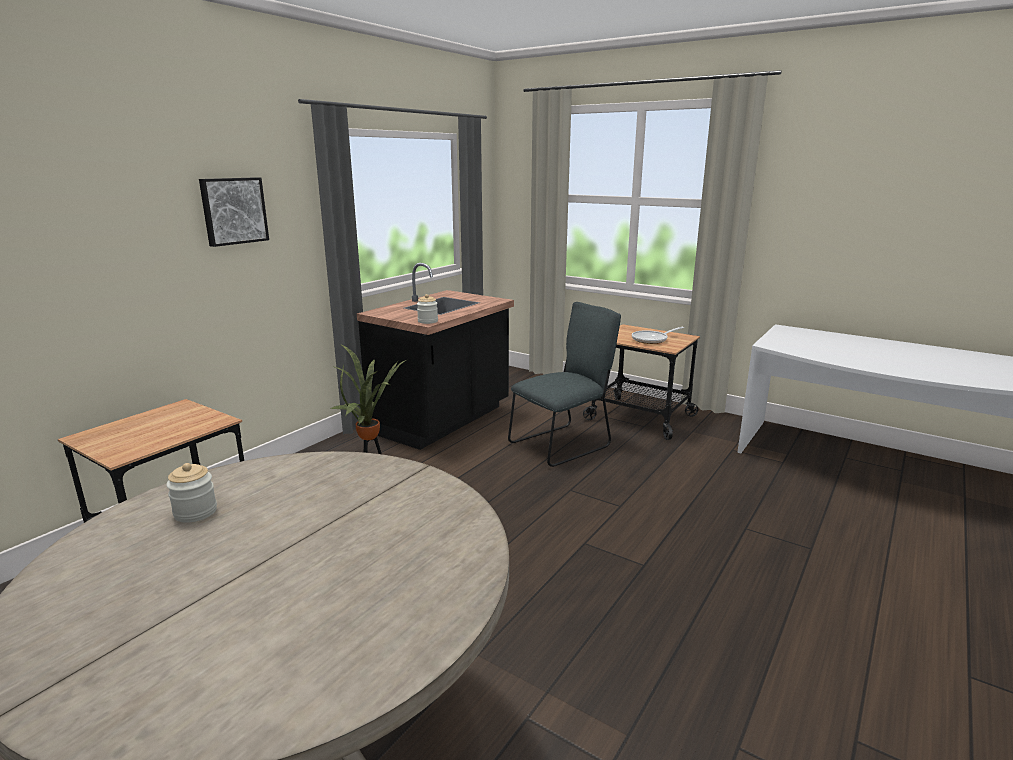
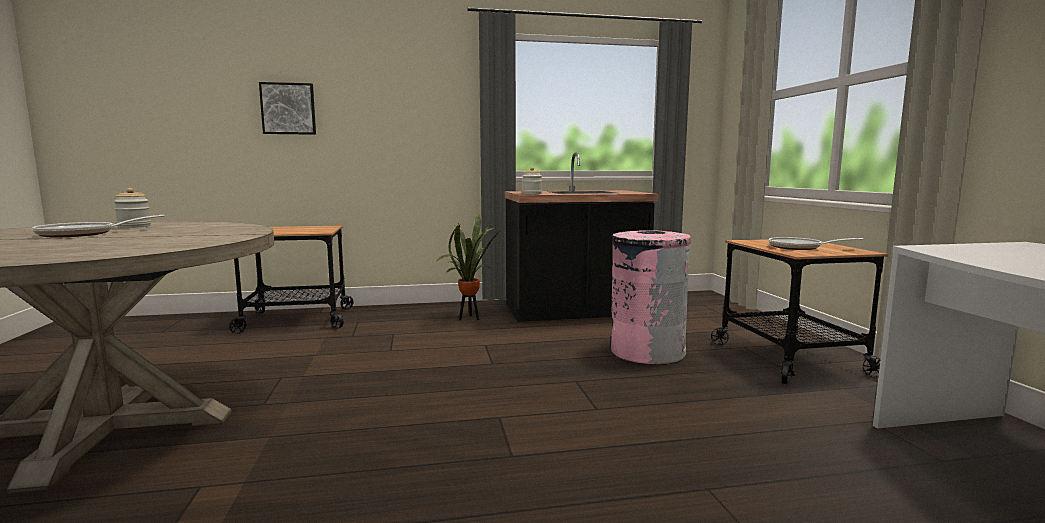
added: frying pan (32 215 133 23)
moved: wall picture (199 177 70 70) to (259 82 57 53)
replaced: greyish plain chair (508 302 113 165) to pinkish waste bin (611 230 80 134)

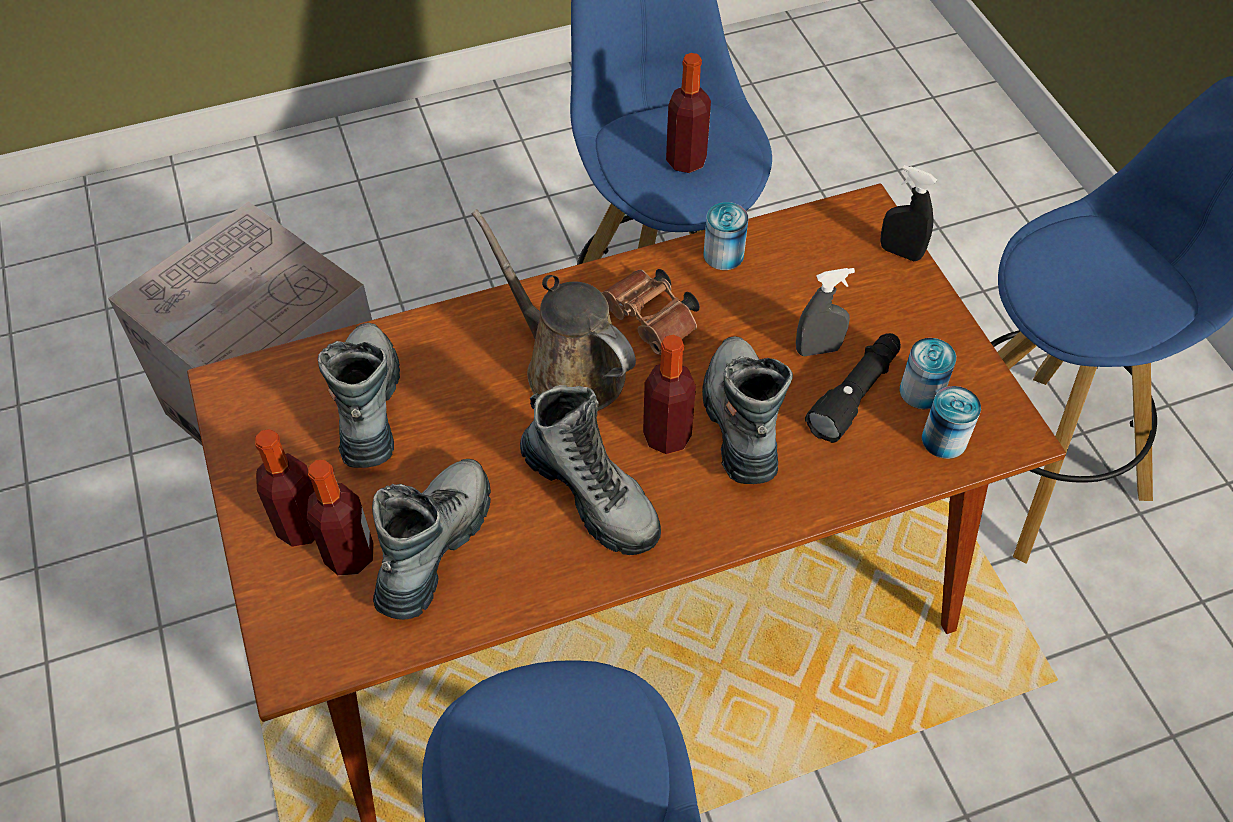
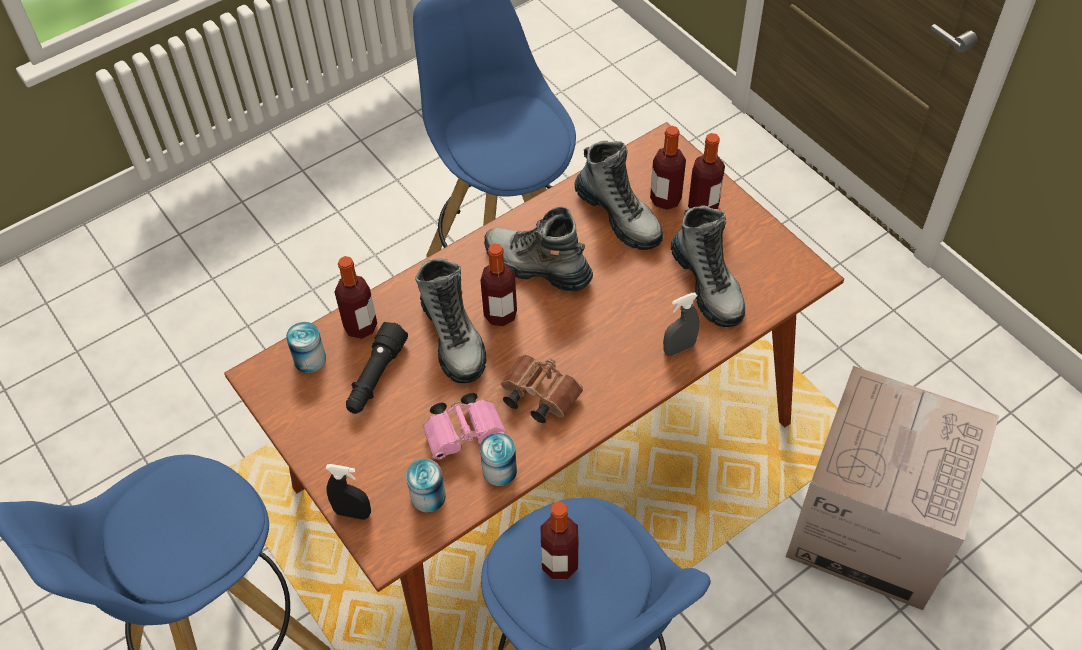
removed: brown watering can (471 209 165 202)
added: drink bottle (335 256 42 83); pinkish field glasses (423 393 84 67)
moved: greyish sprayer (796 268 59 88) to (663 293 36 63); metal can (900 338 56 71) to (406 459 40 54)
turned: boot (372 459 119 161) = (575 141 88 109) 45 degrees counterclockwise

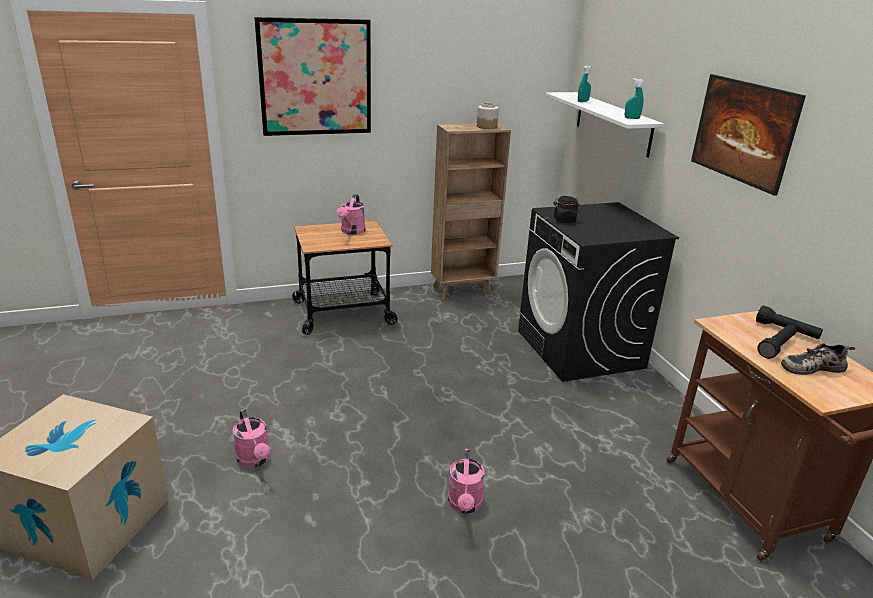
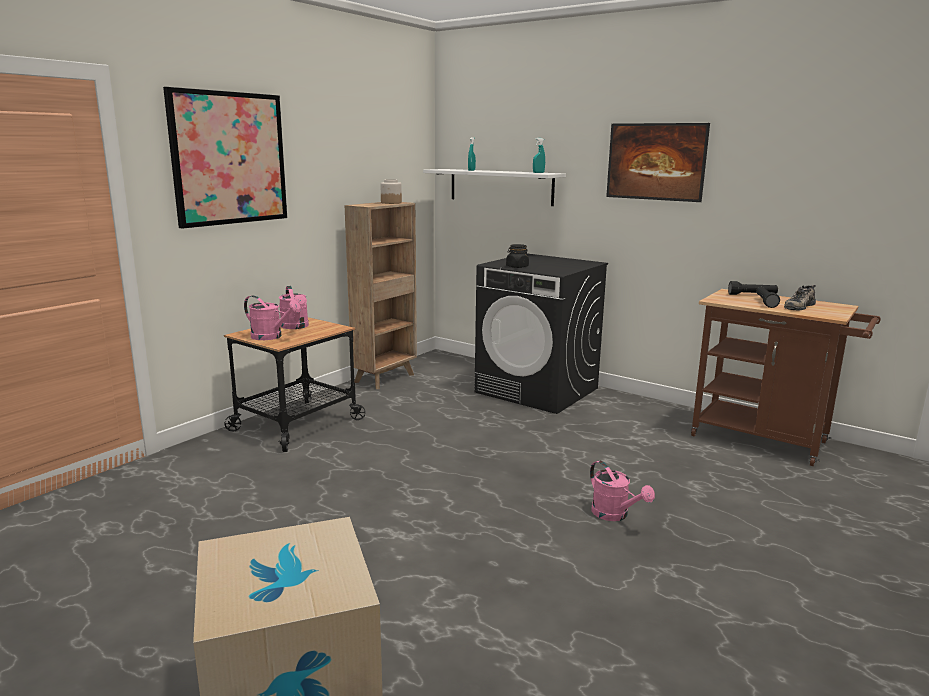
moved: pinkish watering can (233 409 37 59) to (244 295 57 45)

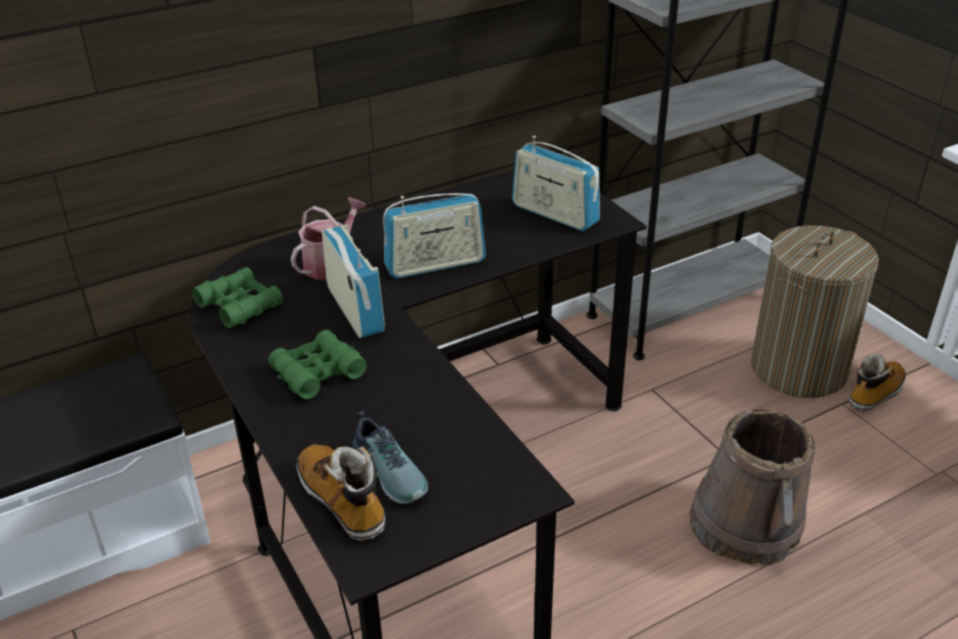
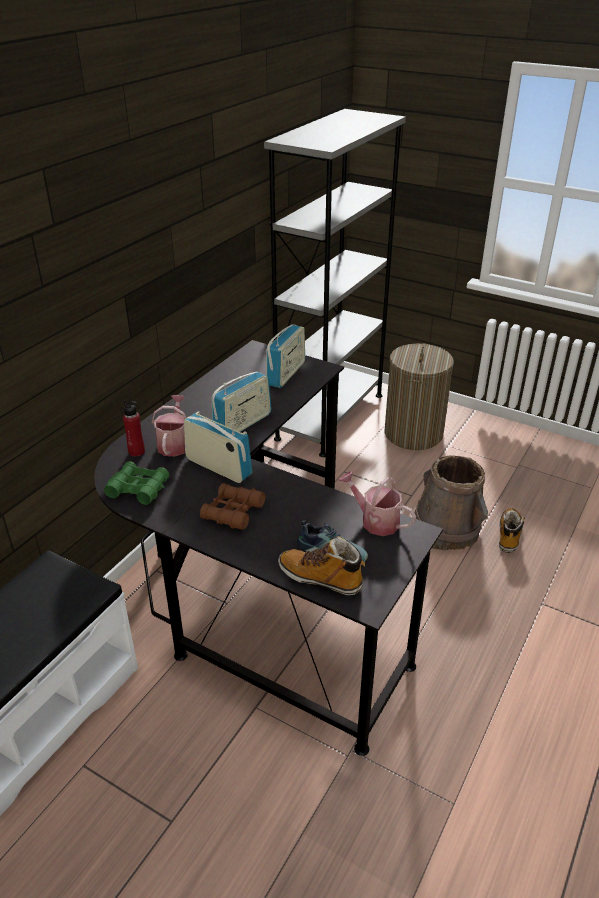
added: reddish drink bottle (123 400 22 57); watering can (338 471 78 65)
moved: boot (849 354 57 58) to (499 509 26 44)
recoloured: green field glasses (268 330 99 69) to brown field glasses (200 483 65 47)
turned: radio set (512 136 88 95) = (266 324 39 64) 75 degrees counterclockwise

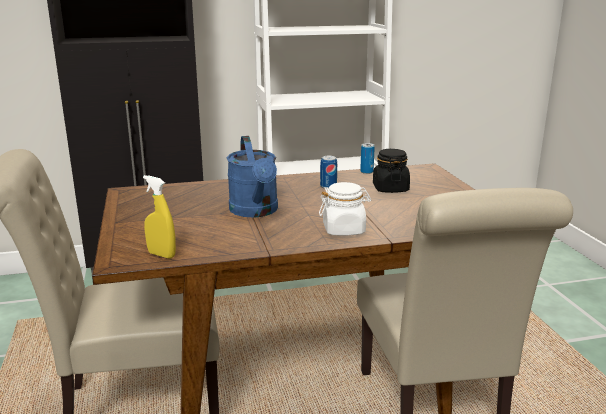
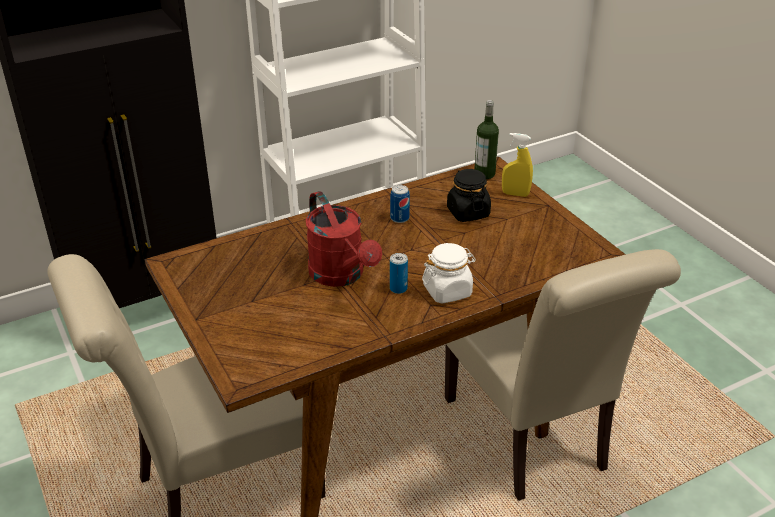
added: drink bottle (474 100 25 79)
moved: metal can (360 143 15 31) to (390 253 18 41); yellow-coloured sprayer (143 175 33 84) to (502 133 31 64)
recoloured: bluish watering can (227 136 51 81) to reddish watering can (306 191 76 96)

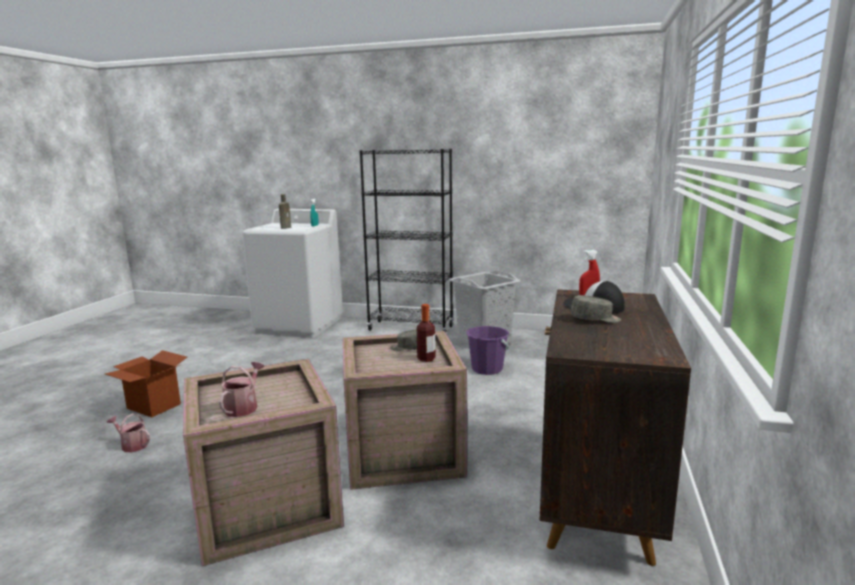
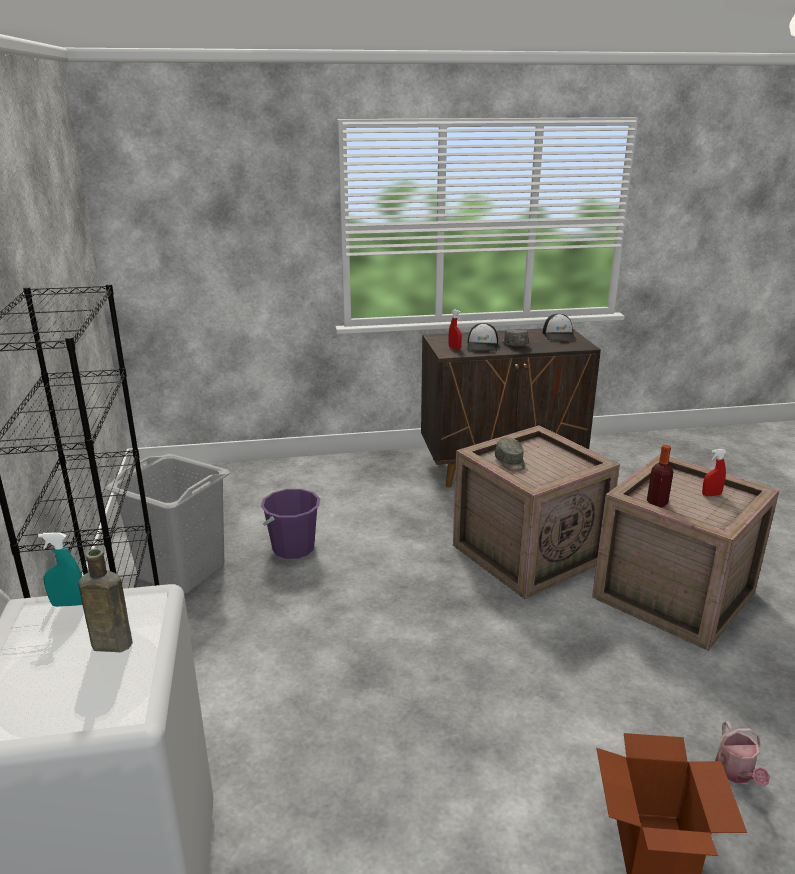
added: cap (543 314 33 26)
moved: drink bottle (417 304 19 58) to (647 445 26 62)
replaced: watering can (219 362 45 55) to reddish sprayer (702 449 25 47)

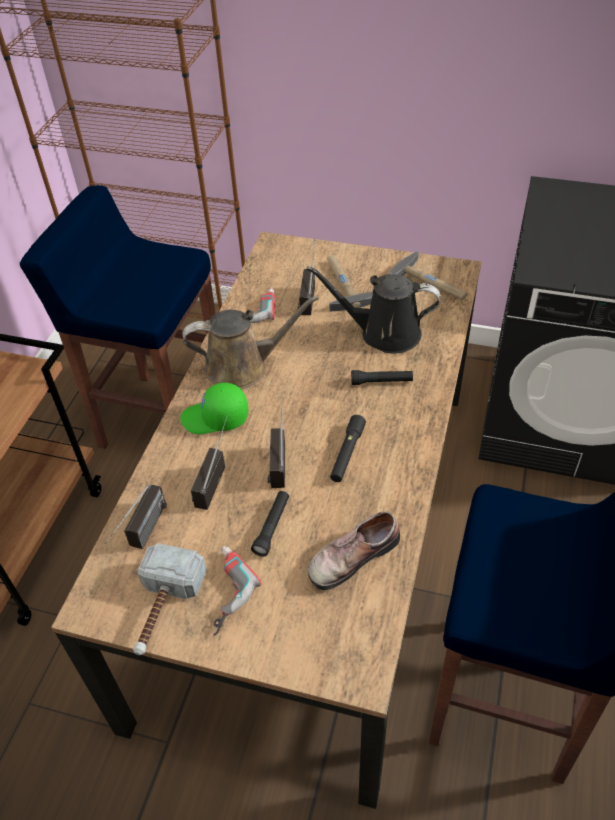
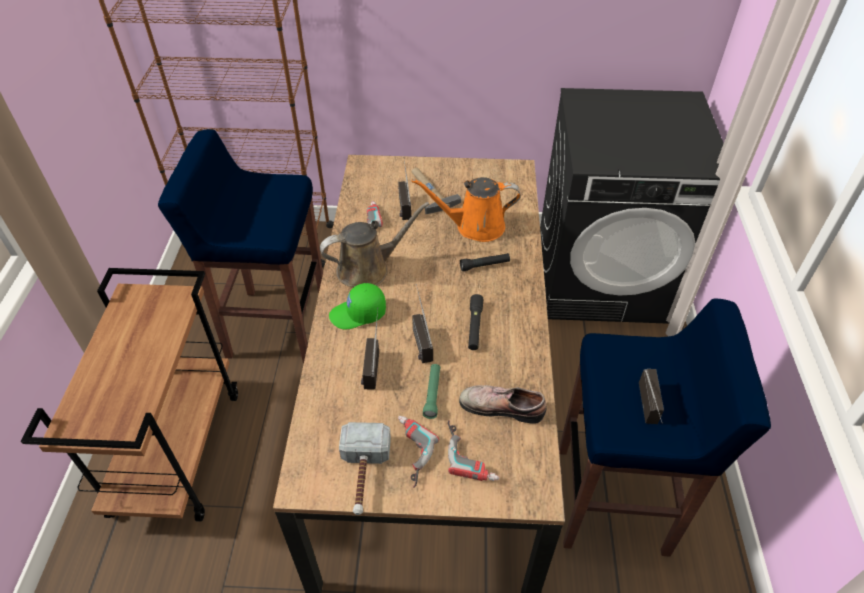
removed: tool hammer (388 251 80 49)
added: drill (448 420 52 61)
moved: radio set (105 484 62 65) to (639 369 25 55)
recoloured: black-coloured watering can (306 266 135 88) to orange-coloured watering can (412 177 109 65); black-coloured hand torch (251 491 38 66) to green hand torch (423 364 17 55)
turned: shoe (308 511 92 79) = (459 385 87 38) 60 degrees clockwise

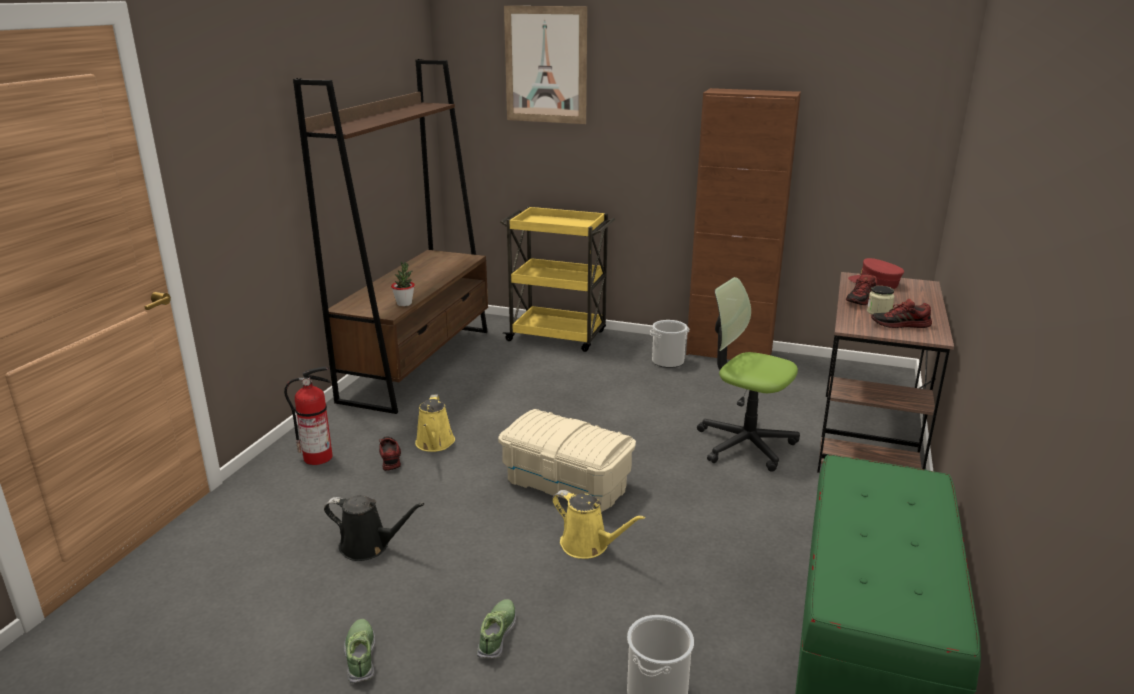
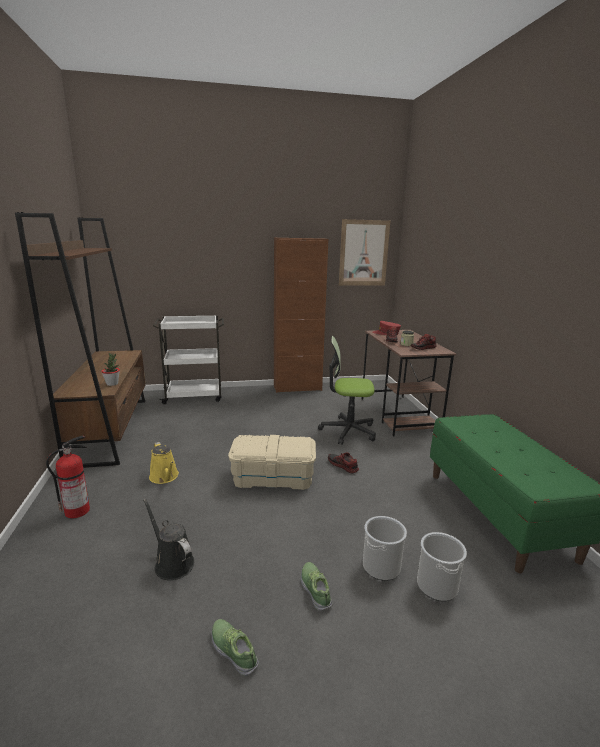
removed: yellow-coloured watering can (552 490 93 69)
moved: wall picture (504 6 83 118) to (339 219 51 67); water bucket (650 320 39 48) to (363 516 44 65); shoe (379 436 22 35) to (328 452 31 21)
recoloured: yellow-coloured wheeled cart (500 206 115 146) to whitish wheeled cart (153 315 71 89)
turned: black-coloured watering can (324 495 100 66) = (143 499 51 81) 120 degrees counterclockwise

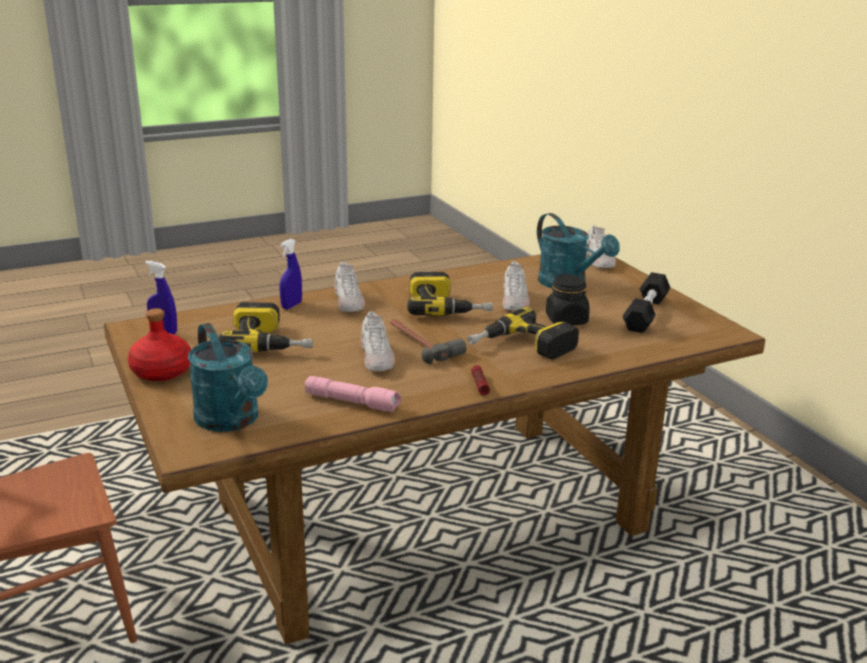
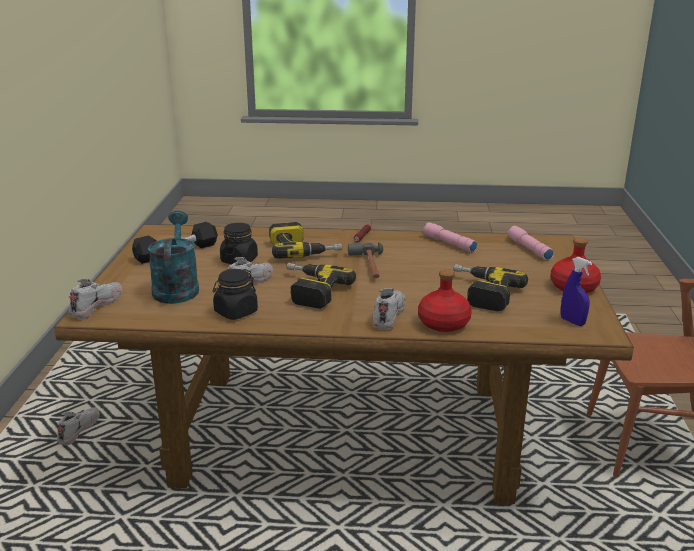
added: black-coloured preserve jar (213 269 45 51)
moved: whitish shoe (361 311 34 60) to (57 407 43 38)
replaced: bluish sprayer (279 239 23 70) to reddish drink bottle (418 269 54 63); blue-green watering can (188 323 80 109) to pinkish hand torch (507 226 47 34)

